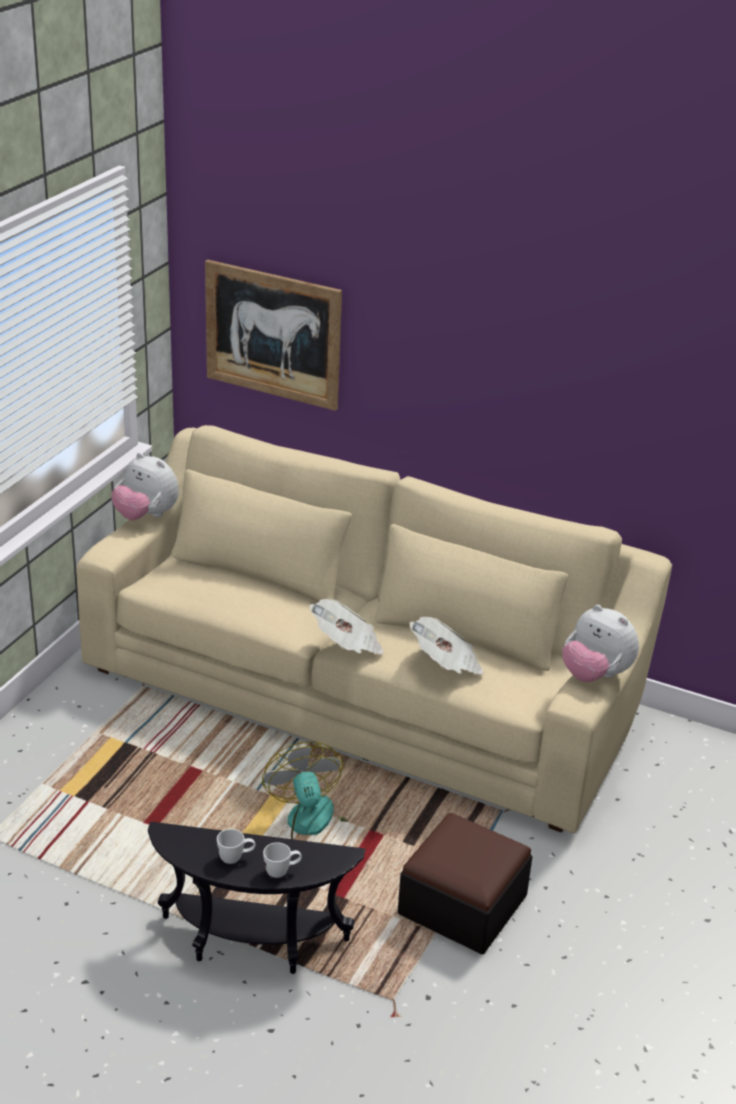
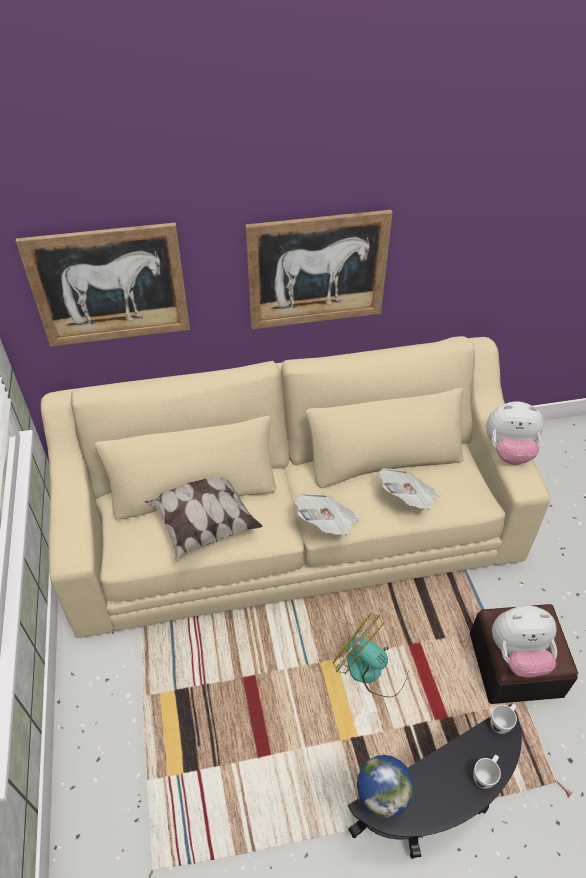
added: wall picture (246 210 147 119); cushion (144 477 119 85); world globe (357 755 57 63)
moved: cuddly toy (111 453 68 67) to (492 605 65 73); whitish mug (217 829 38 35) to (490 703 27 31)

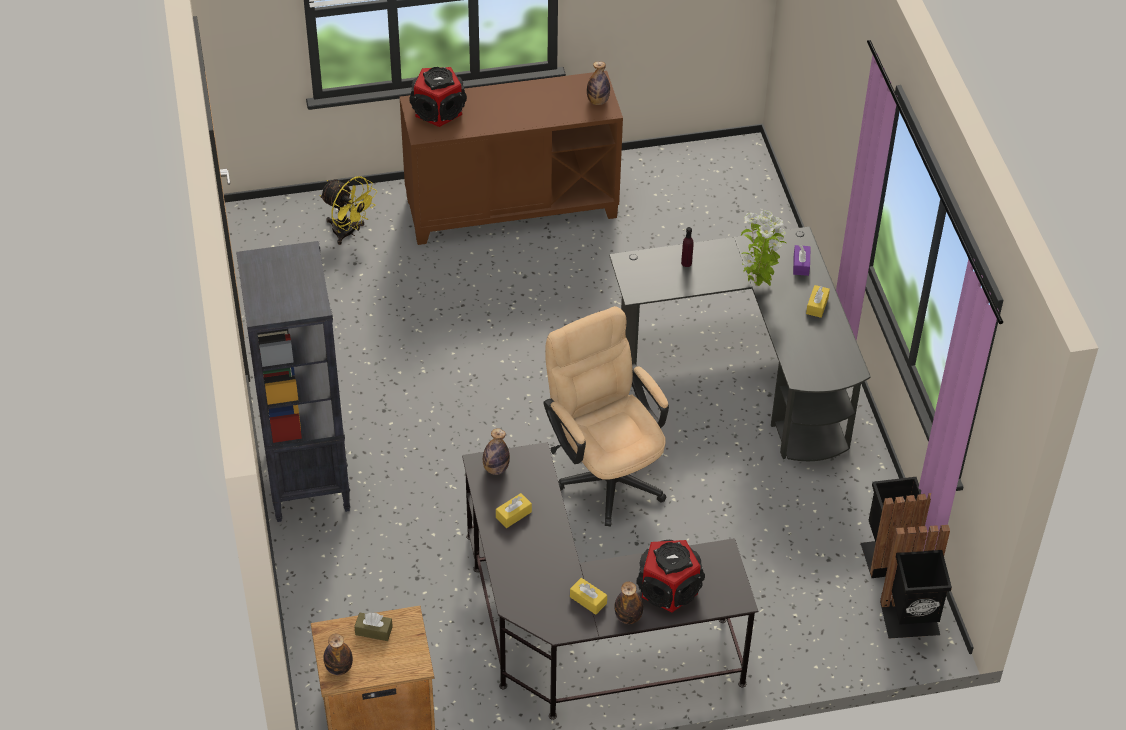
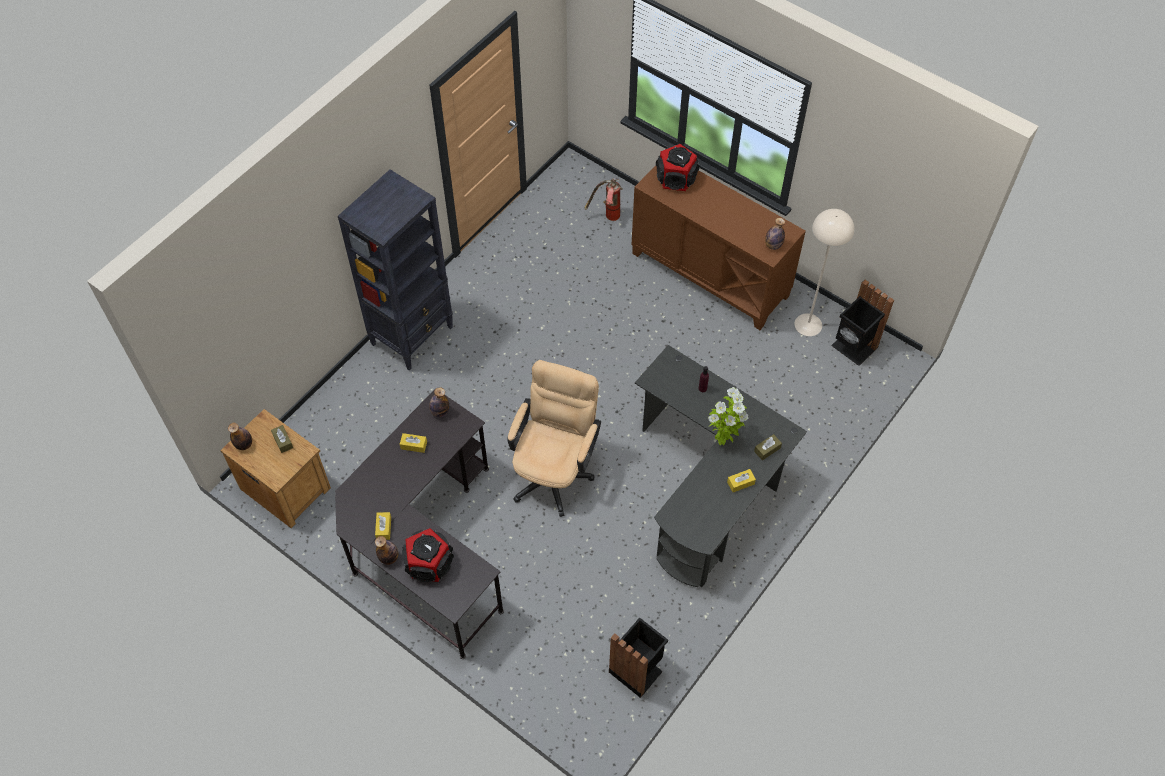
added: sand-coloured standard lamp (794 209 60 127)
moved: black-coloured waste bin (880 525 72 113) to (831 280 63 86)
replaced: yellow-coloured electric fan (320 176 57 69) to fire extinguisher (584 178 39 43)
recoloured: purple-coloured tissue box (793 245 18 31) to brown tissue box (754 434 28 26)

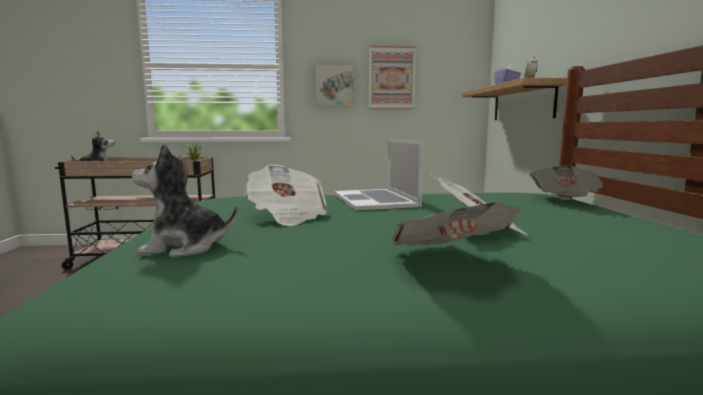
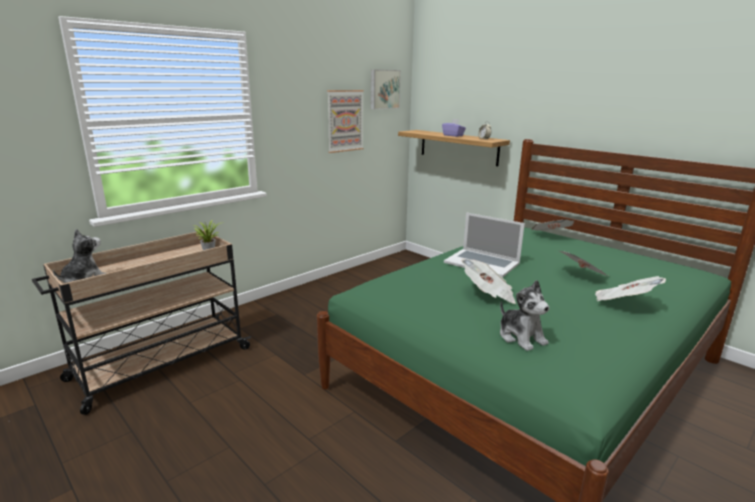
moved: wall picture (313 64 42 42) to (371 69 30 40)
turned: cuddly toy (132 143 106 114) = (500 280 50 71) 75 degrees counterclockwise

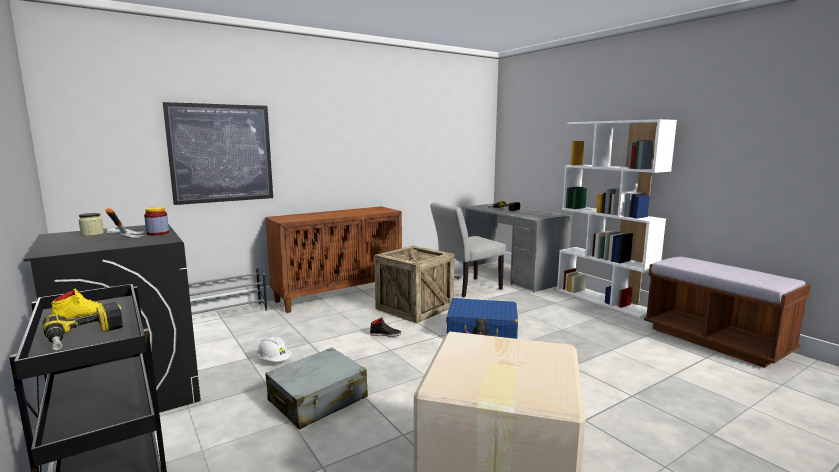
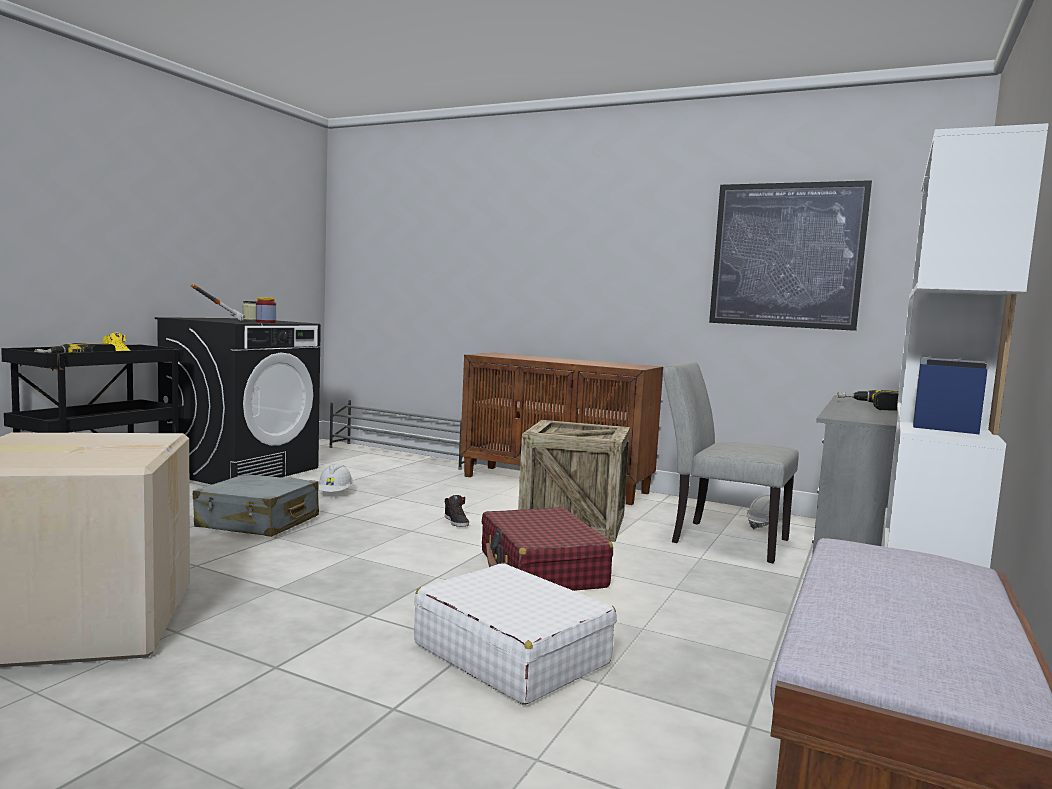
added: whitish suitcase (414 563 202 141)
moved: wall picture (163 102 110 103) to (709 180 163 151)
recoloured: bluish suitcase (446 298 72 41) to reddish suitcase (482 507 131 84)

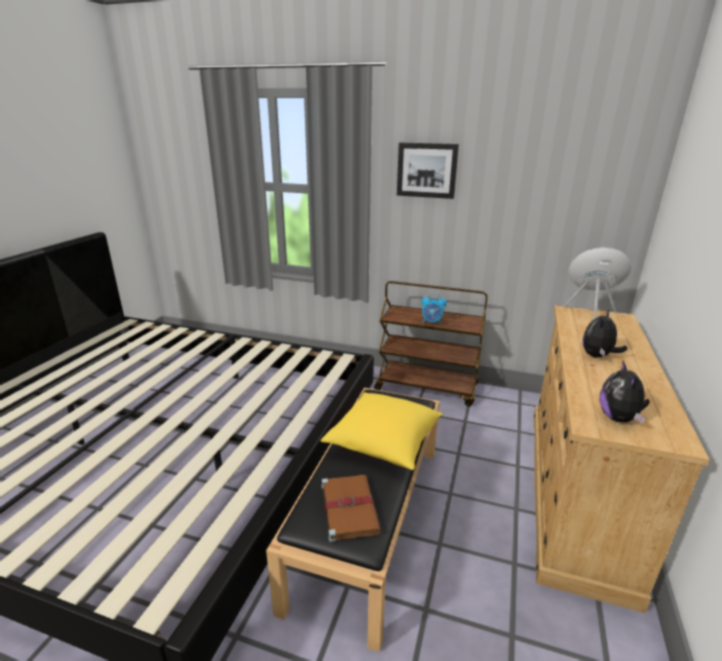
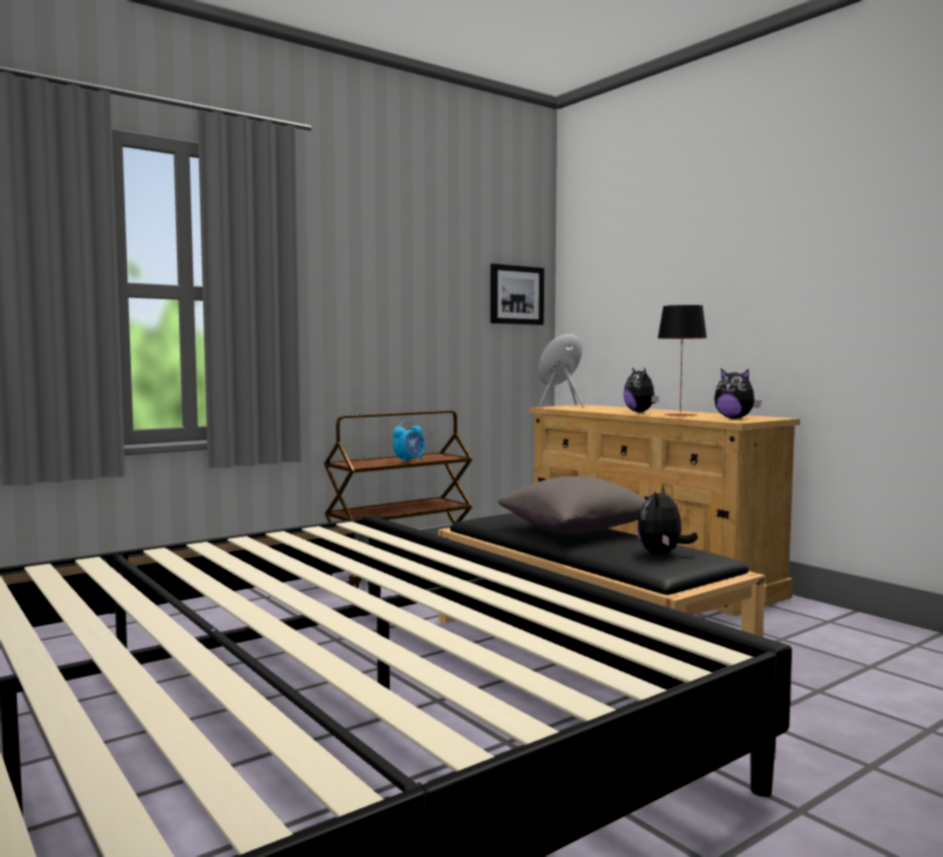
added: table lamp (658 305 49 111)
moved: wall picture (397 143 62 56) to (490 264 54 61)
replaced: brown book (321 475 60 67) to cuddly toy (637 485 61 69)
recoloured: yellow-coloured cushion (321 392 122 78) to greyish cushion (498 476 148 58)

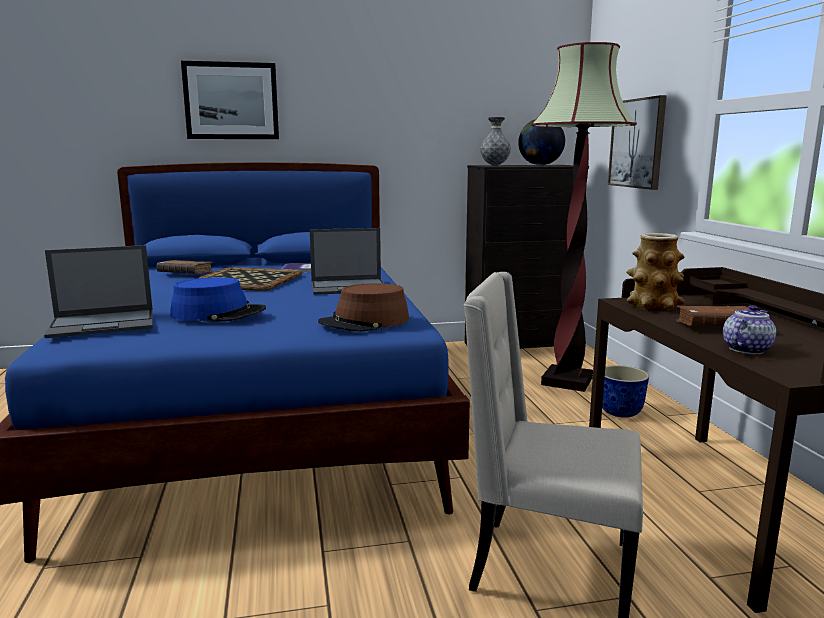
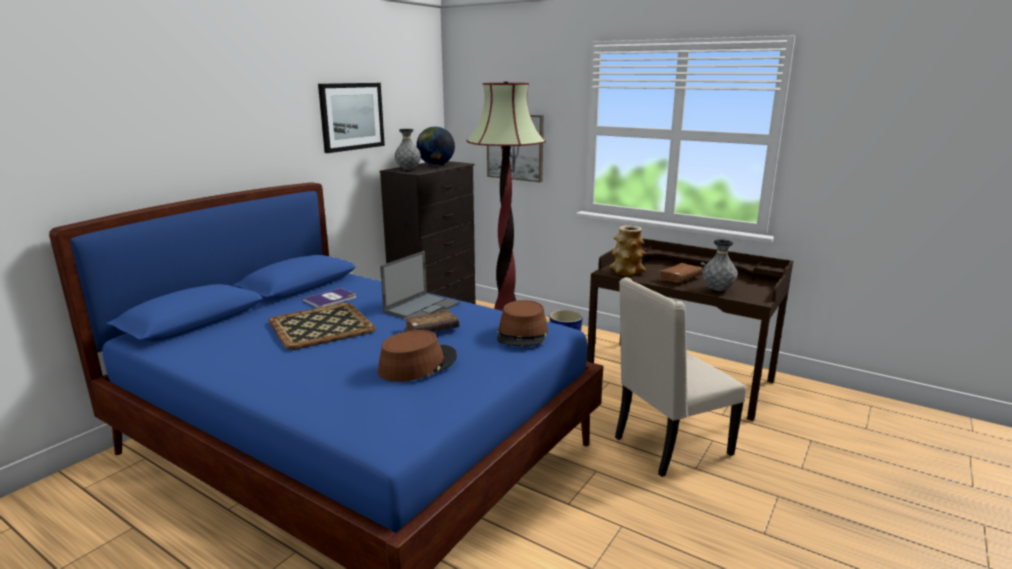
removed: portable computer (44 245 109 93)
moved: wall picture (181 61 98 78) to (318 83 67 70); brown book (157 260 57 14) to (403 310 56 22)
replaced: teapot (723 305 53 49) to greyish decorative vase (702 239 36 52)
recoloured: bluish clothing hat (170 277 96 45) to brown clothing hat (378 330 79 52)

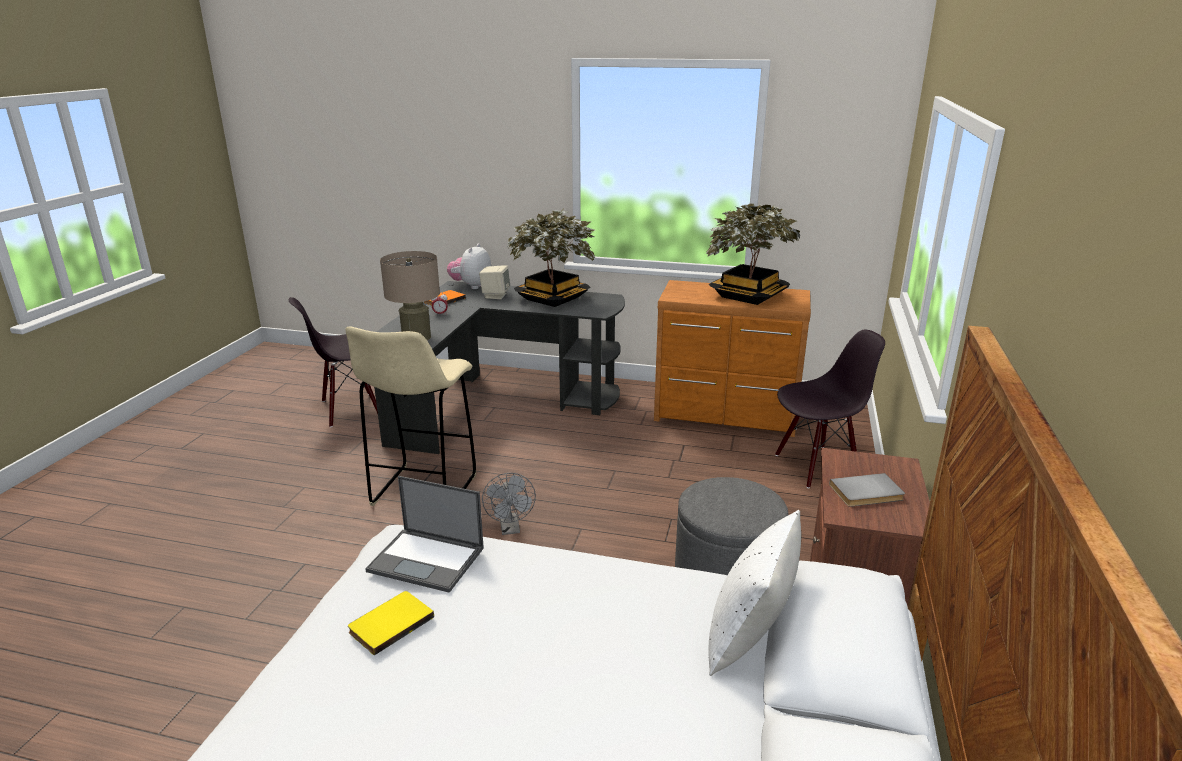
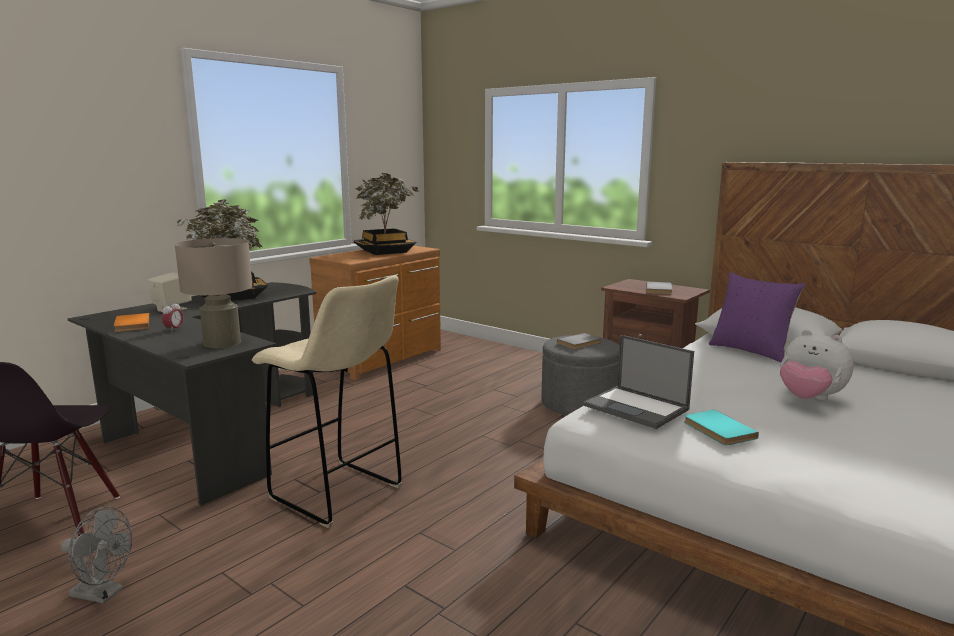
removed: black-coloured plain chair (775 330 110 158)
added: greyish book (557 333 44 16)
moved: cuddly toy (447 244 44 45) to (780 330 74 70); greyish electric fan (482 473 54 62) to (61 507 71 96)
recoloured: whitish cushion (709 510 92 166) to purple-coloured cushion (709 272 96 91); yellow-coloured book (348 591 86 64) to blue-green book (684 410 75 36)
turned: portable computer (365 476 119 117) = (583 335 111 94) 90 degrees clockwise

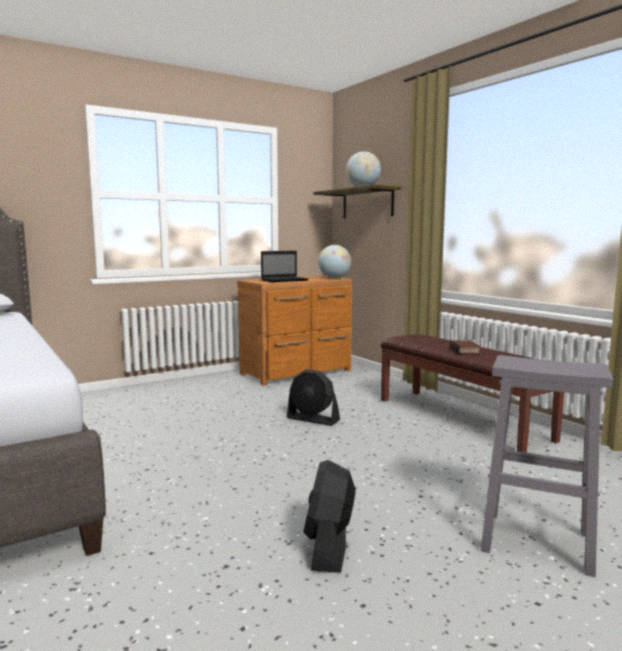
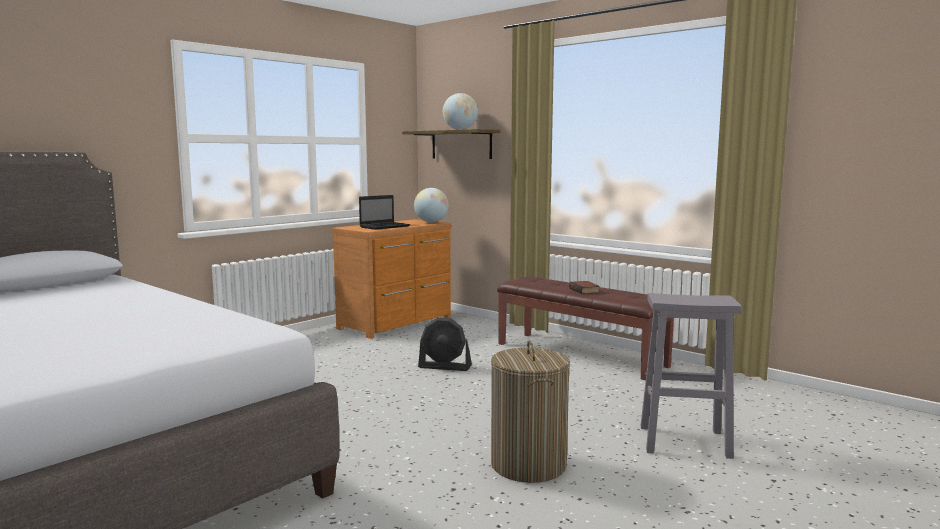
replaced: black-coloured electric fan (303 460 53 113) to laundry basket (491 340 79 143)

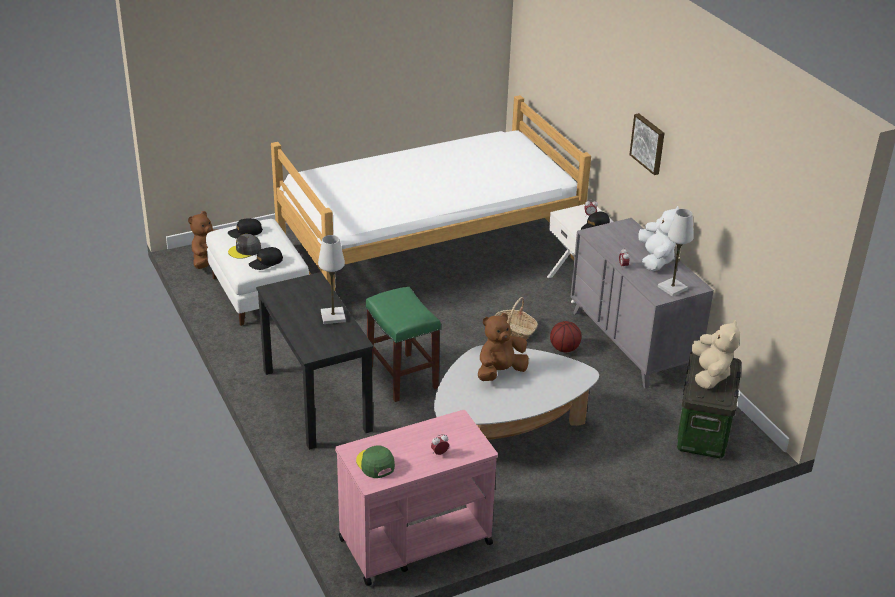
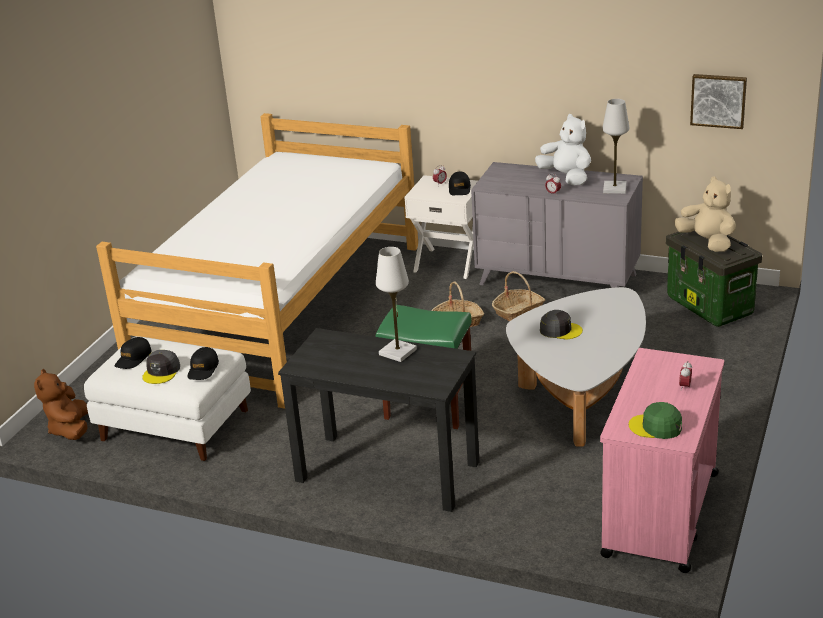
moved: wall picture (629 113 35 62) to (690 74 57 55)
replaced: brown cuddly toy (478 313 51 68) to greyish cap (540 310 43 29); basketball (550 321 32 32) to storage basket (492 271 53 51)

